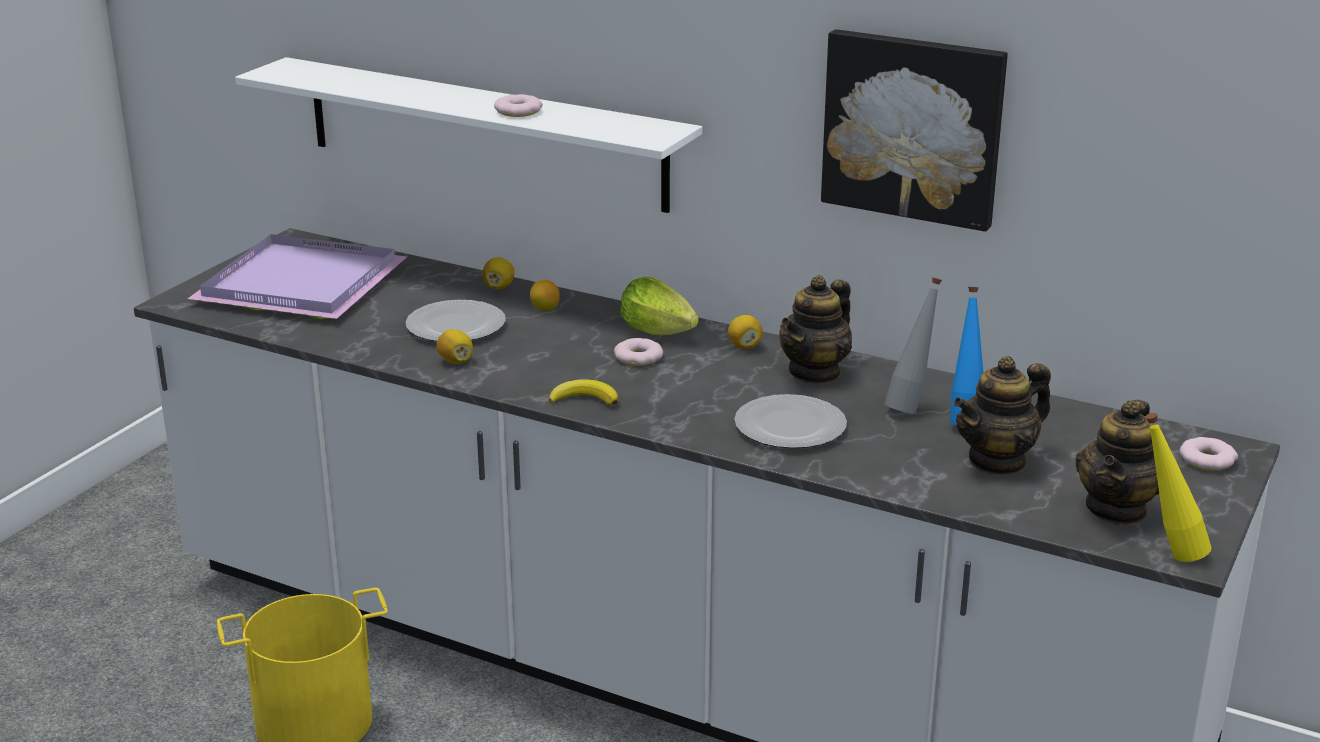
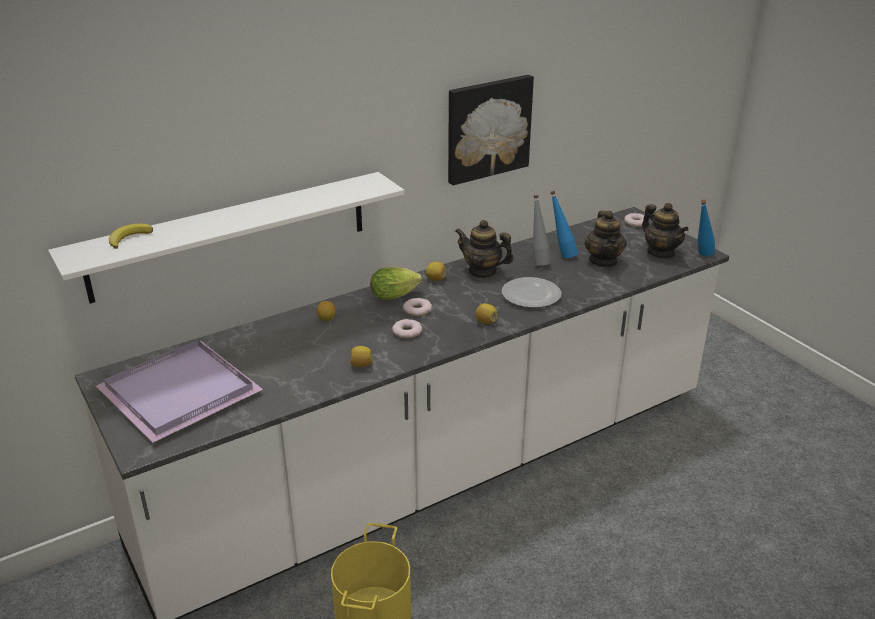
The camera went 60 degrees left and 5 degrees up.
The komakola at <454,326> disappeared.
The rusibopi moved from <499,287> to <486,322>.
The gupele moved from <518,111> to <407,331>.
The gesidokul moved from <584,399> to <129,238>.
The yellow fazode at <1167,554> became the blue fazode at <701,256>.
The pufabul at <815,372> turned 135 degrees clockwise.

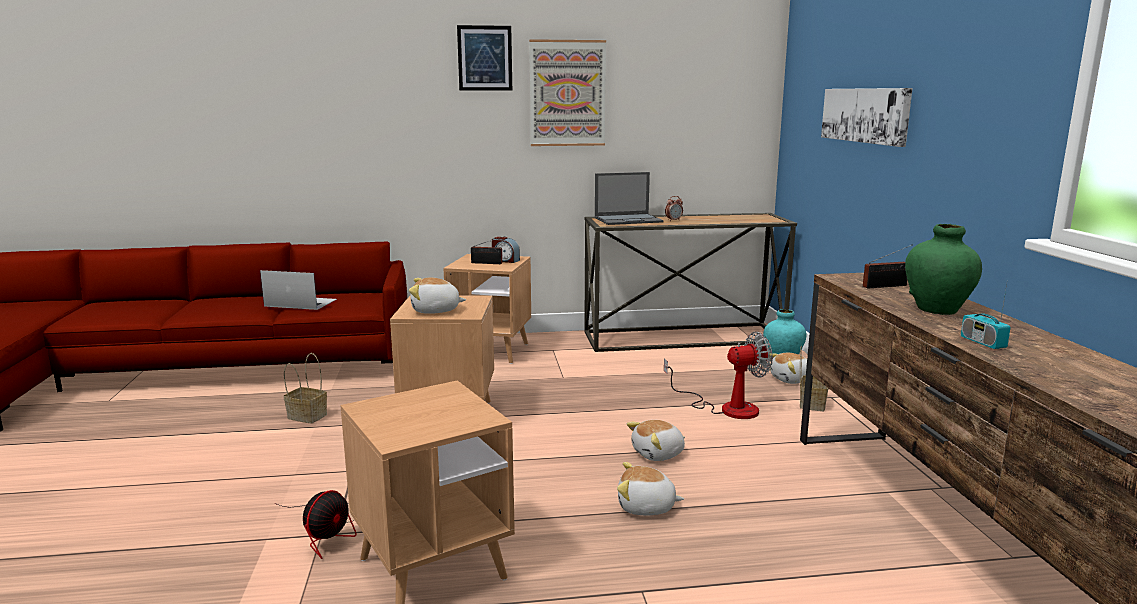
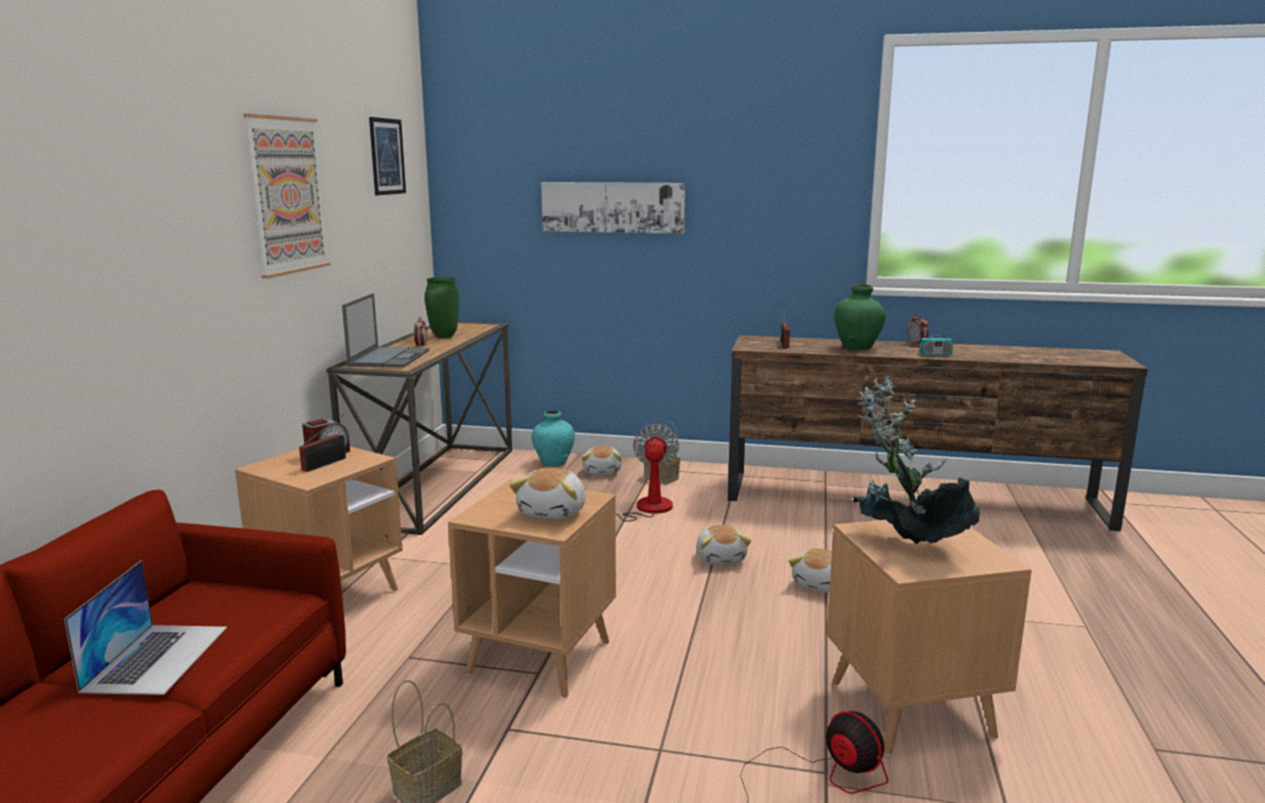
The camera went 70 degrees left and 0 degrees up.
The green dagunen at <443,336> appeared.
The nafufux at <903,546> appeared.
The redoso at <916,344> appeared.
The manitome moved from <485,58> to <387,156>.
The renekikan at <300,303> turned 150 degrees clockwise.

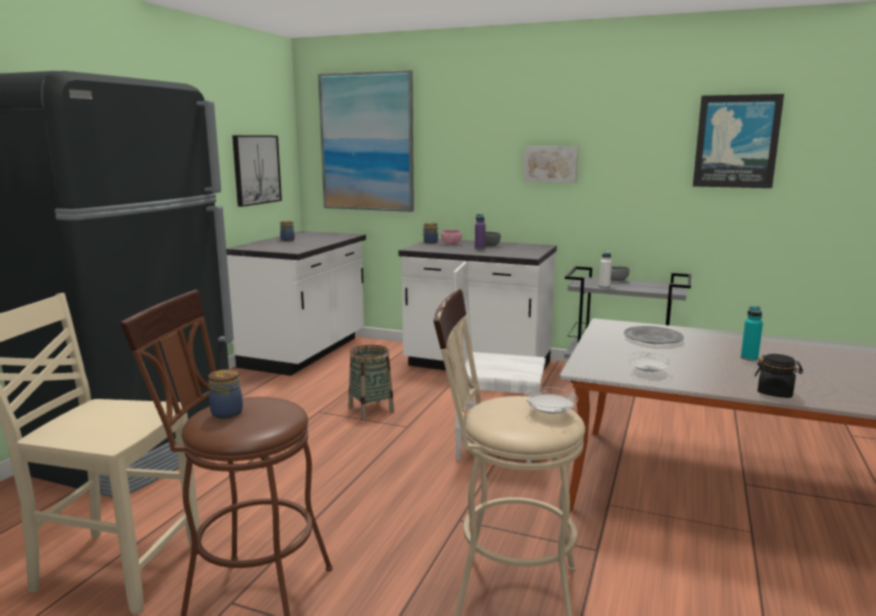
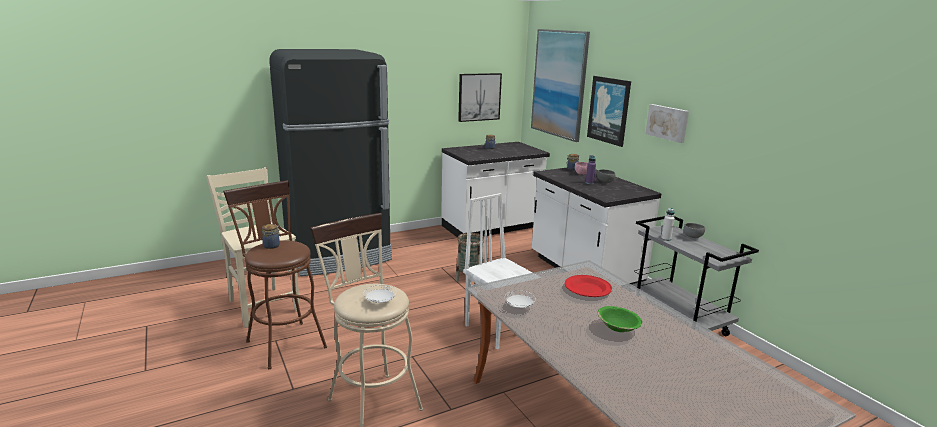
The camera went 40 degrees right and 5 degrees up.
The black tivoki at <775,393> disappeared.
The manitome moved from <736,141> to <609,110>.
The turquoise fazode at <749,358> was replaced by the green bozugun at <618,328>.
The grey komakola at <652,339> became the red komakola at <587,288>.

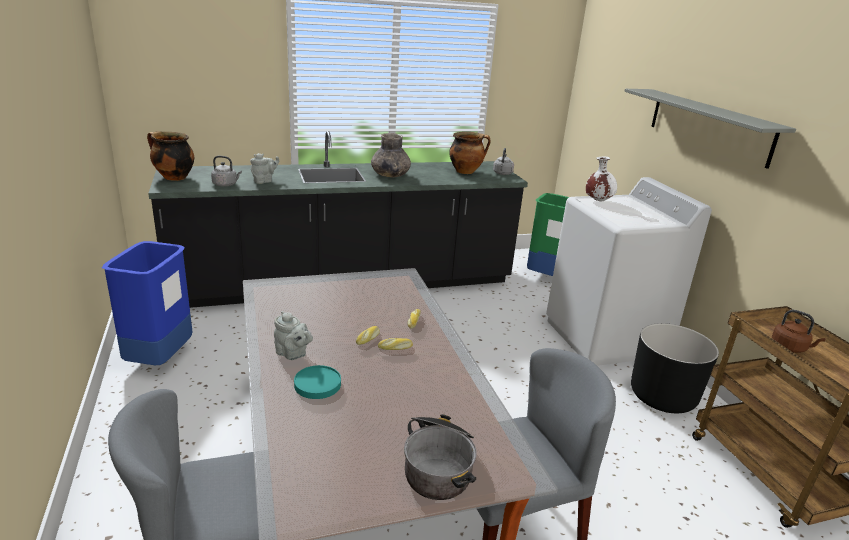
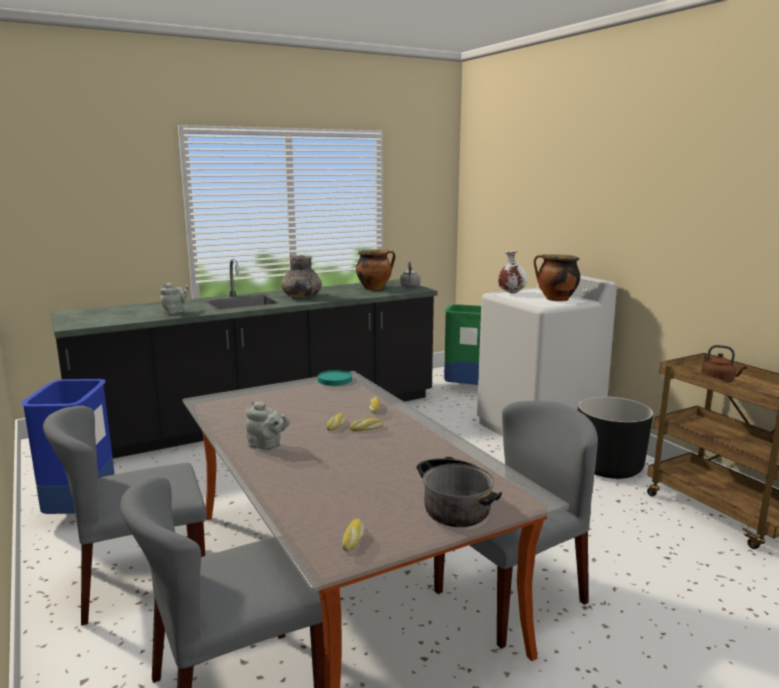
The camera went 10 degrees left and 10 degrees down.
The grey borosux at <226,185> disappeared.
The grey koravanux at <708,125> disappeared.
The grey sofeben at <141,581> appeared.
The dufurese at <354,539> appeared.
The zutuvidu moved from <173,178> to <555,299>.
The turquoise komakola moved from <318,384> to <335,380>.

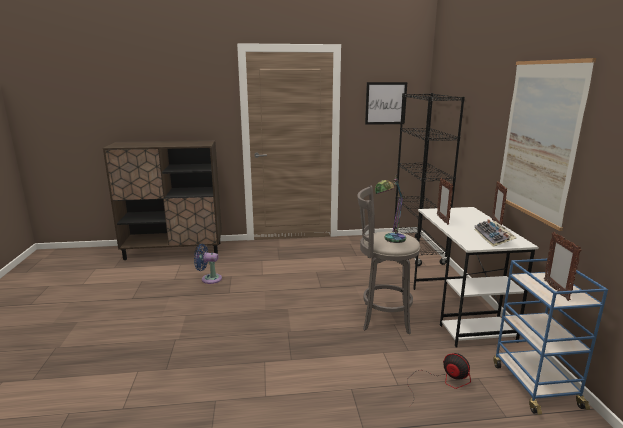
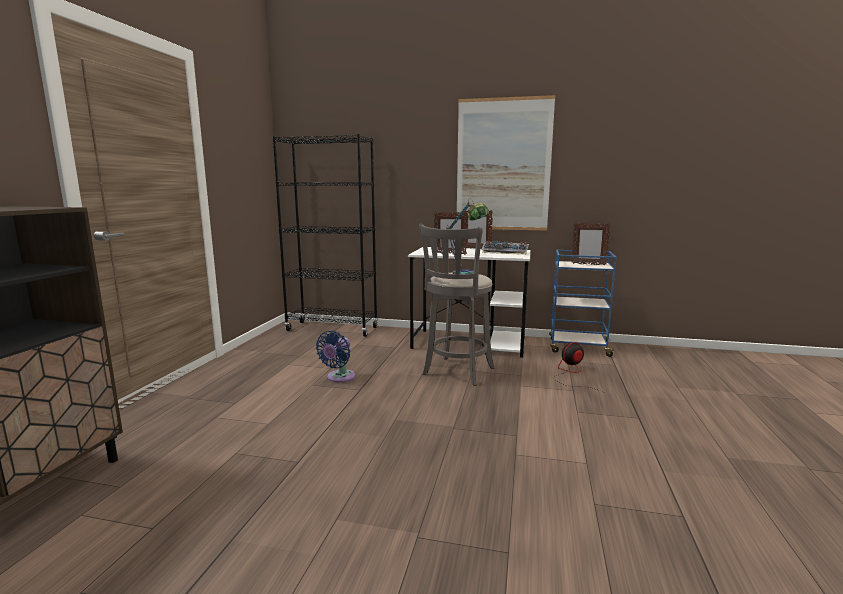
The camera went 70 degrees left and 5 degrees down.
The manitome at <385,103> disappeared.
The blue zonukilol moved from <209,279> to <339,378>.

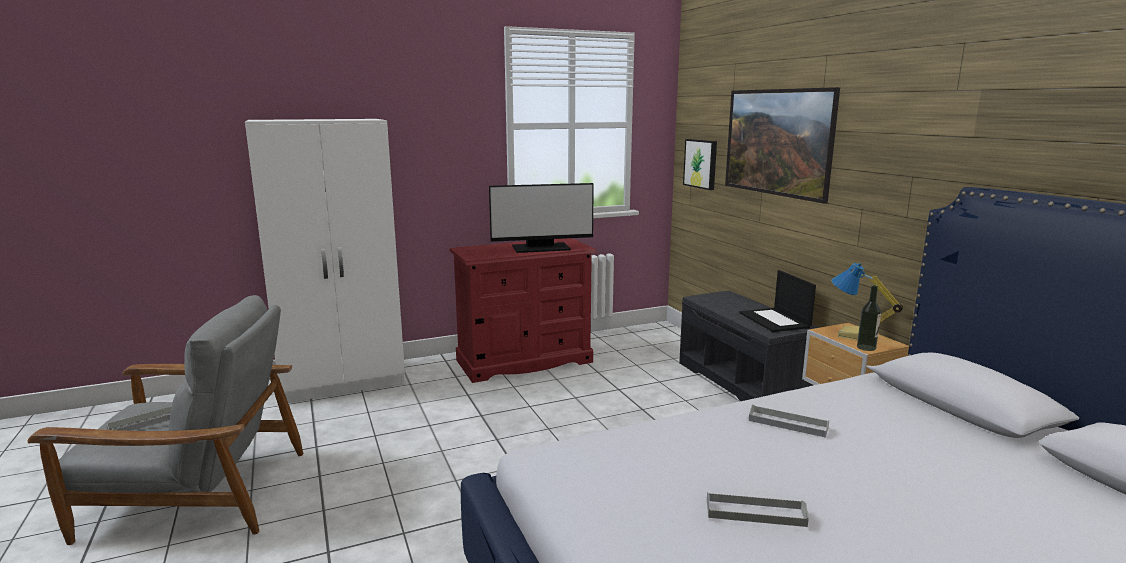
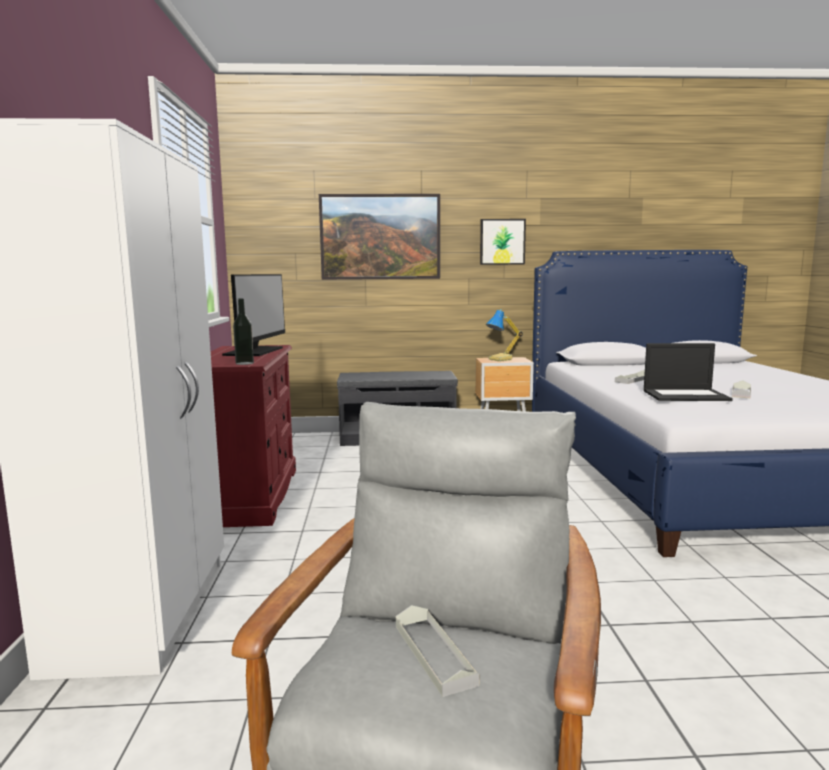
The camera went 70 degrees left and 5 degrees down.
The manitome moved from <701,163> to <502,242>.
The renekikan moved from <775,320> to <686,395>.
The fazode moved from <866,347> to <244,363>.

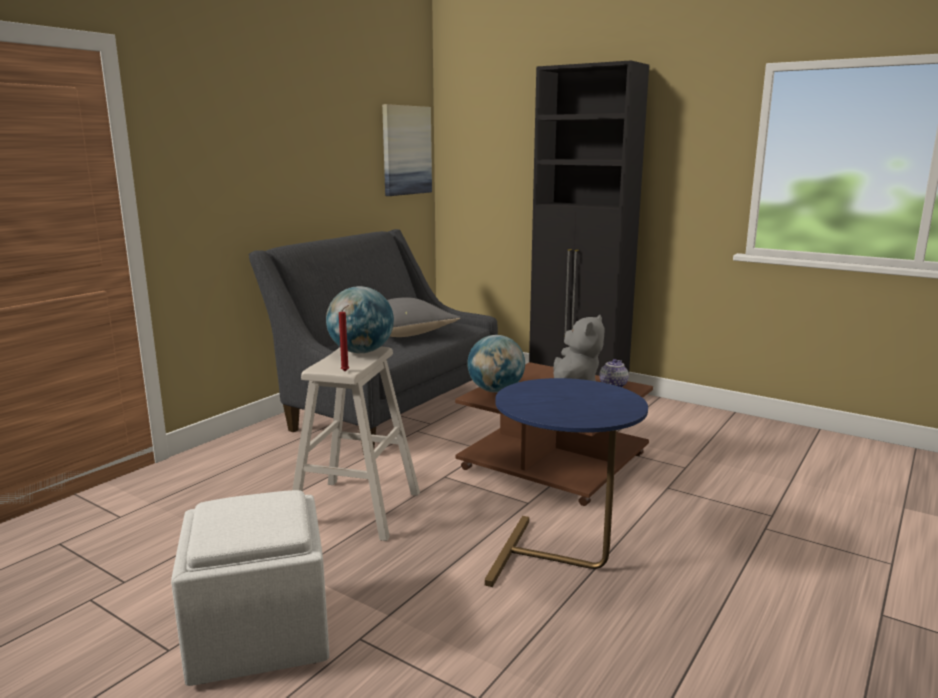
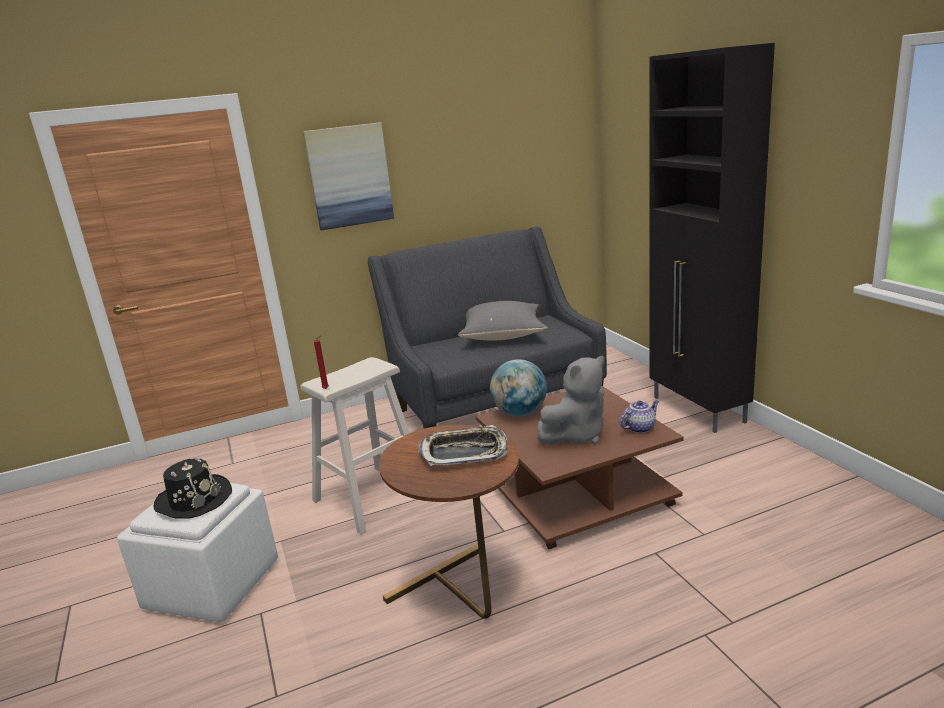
The camera went 35 degrees right and 5 degrees up.
The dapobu at <361,352> disappeared.
The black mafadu at <193,499> appeared.
The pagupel at <464,452> appeared.
The manitome moved from <406,150> to <349,176>.
The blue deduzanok at <561,562> became the brown deduzanok at <463,600>.

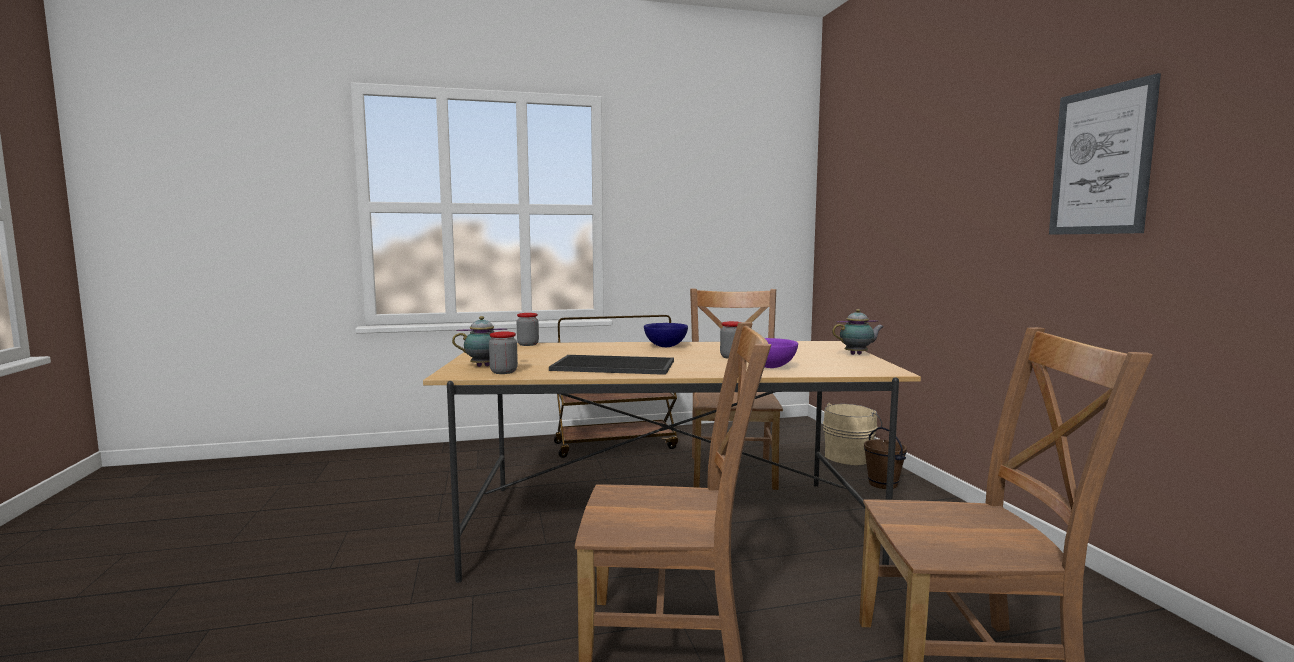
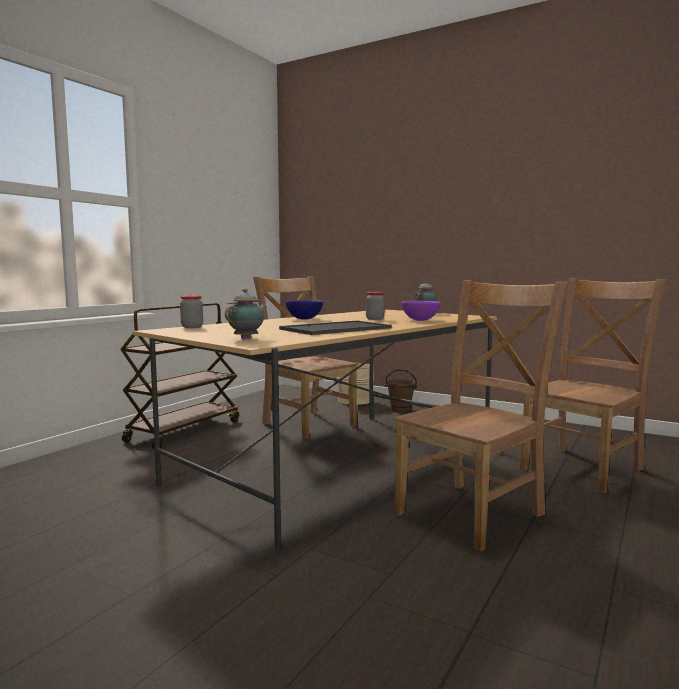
The camera went 45 degrees left and 0 degrees up.
The tivoki at <503,372> disappeared.
The manitome at <1101,161> disappeared.

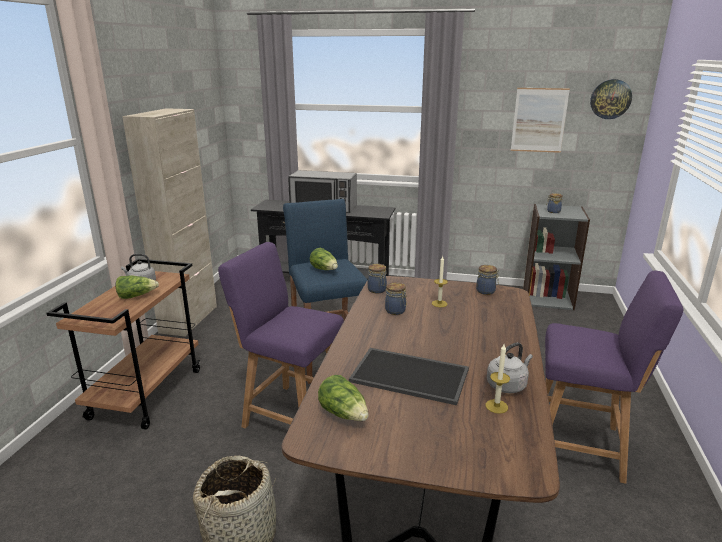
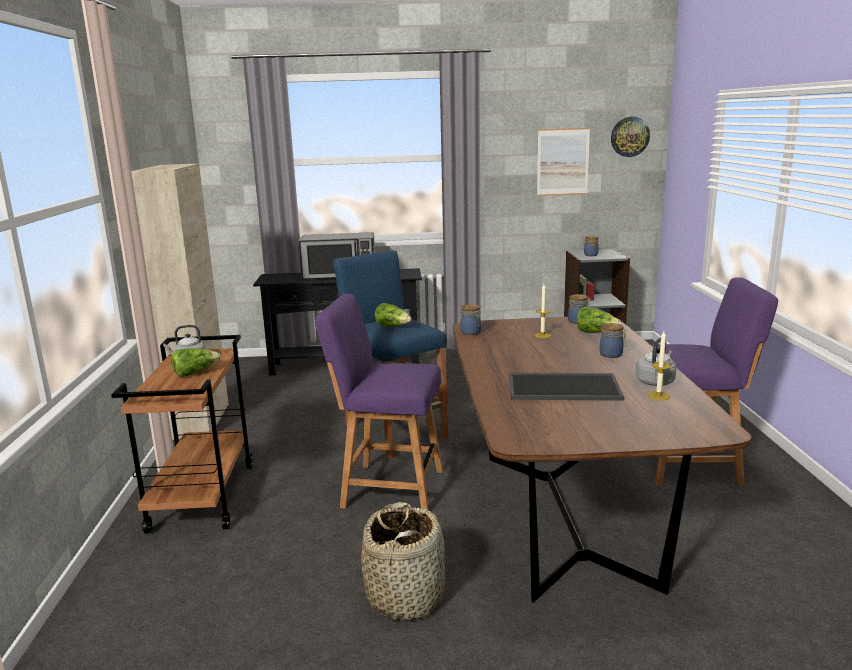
The camera went 15 degrees left and 5 degrees down.
The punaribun moved from <344,414> to <596,333>.
The tivoki moved from <396,311> to <612,355>.

